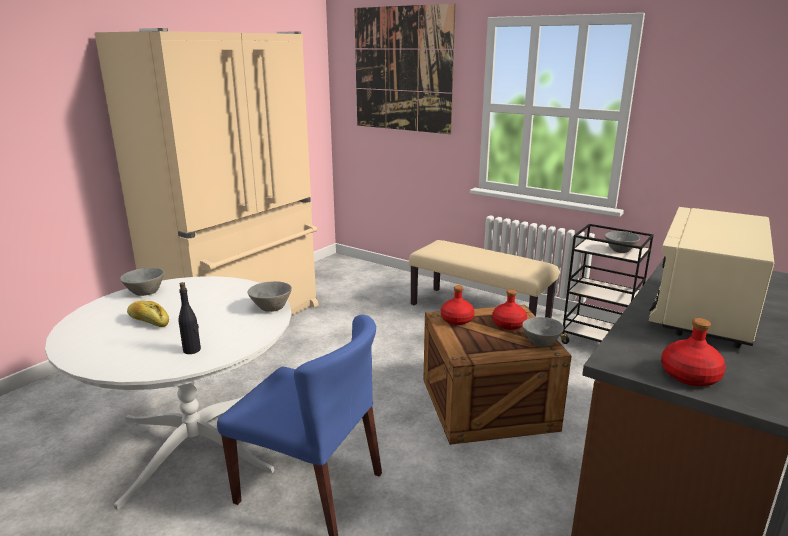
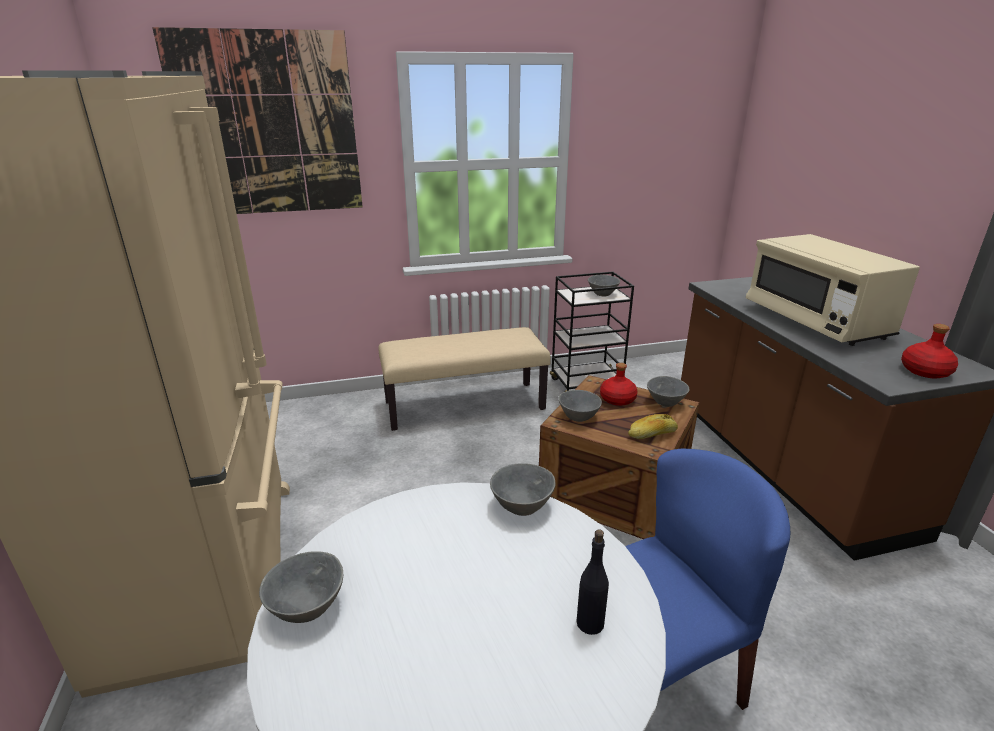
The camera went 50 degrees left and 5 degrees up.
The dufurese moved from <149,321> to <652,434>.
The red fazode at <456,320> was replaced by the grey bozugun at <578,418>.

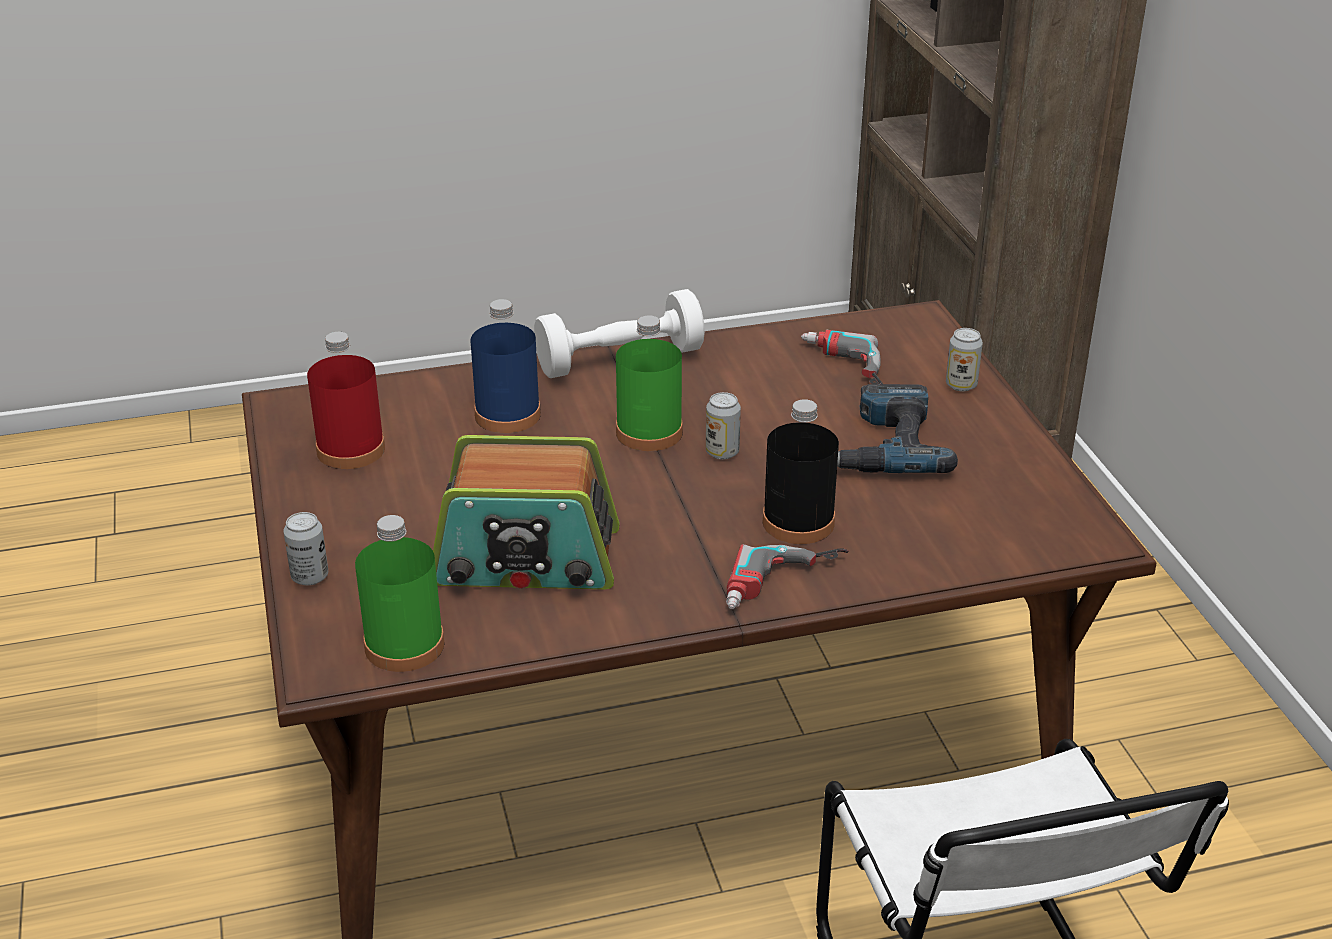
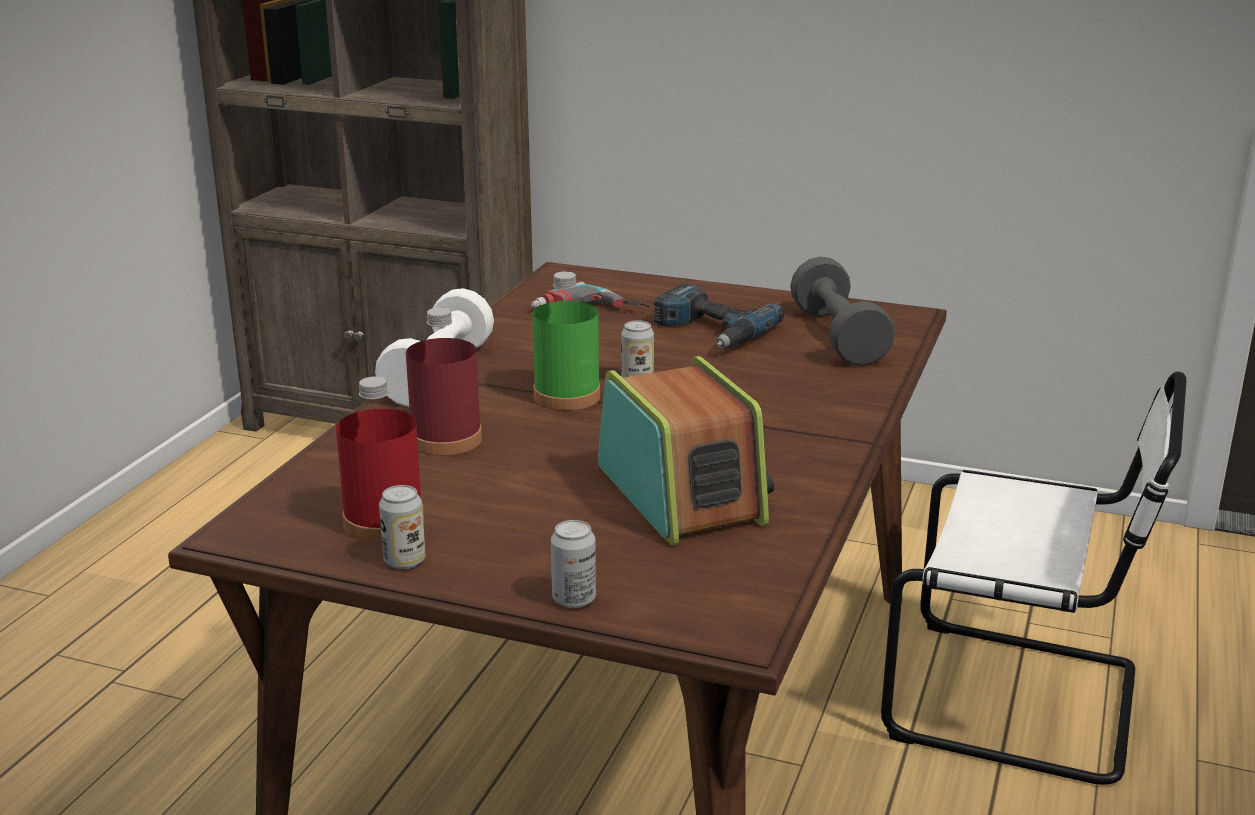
The camera went 55 degrees left and 10 degrees down.
The green fazode at <404,645> disappeared.
The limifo at <786,586> disappeared.
The black fazode at <798,522> disappeared.
The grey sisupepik at <838,337> appeared.
The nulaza moved from <961,385> to <404,561>.
The blue fazode at <507,415> became the red fazode at <446,439>.
The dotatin at <526,559> turned 60 degrees counterclockwise.

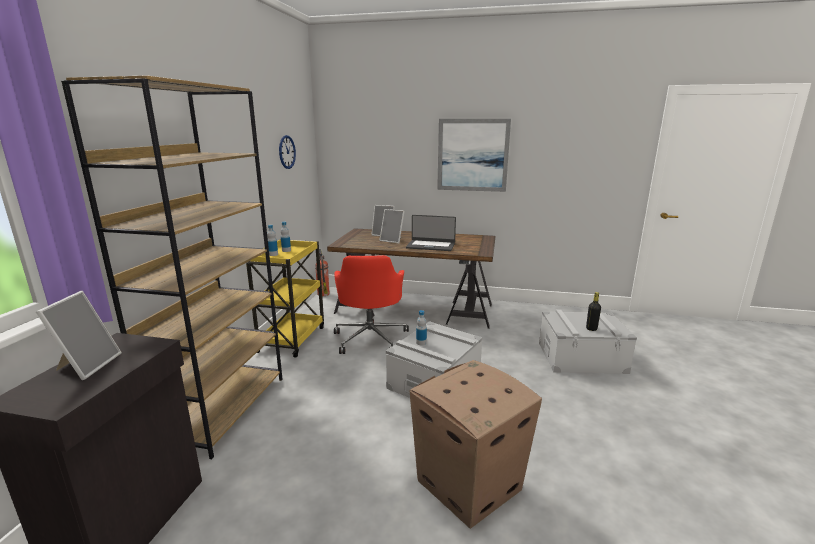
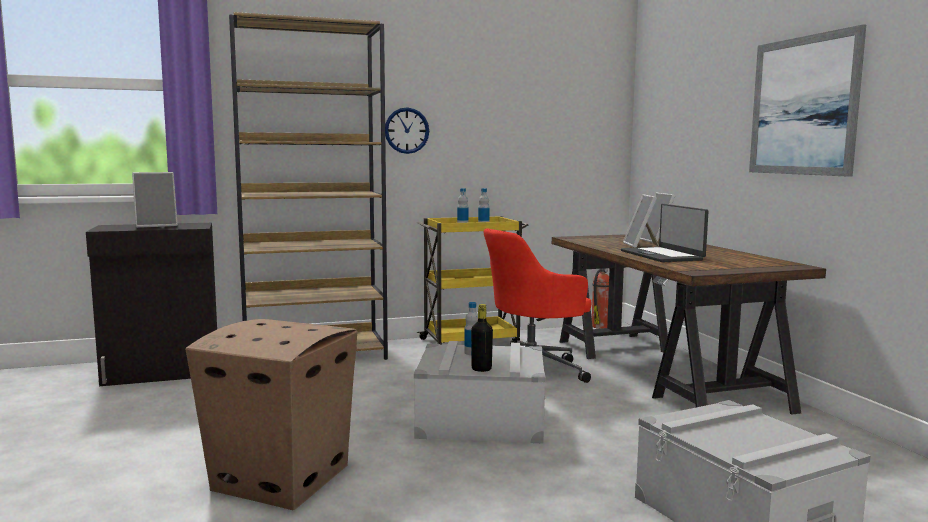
The camera went 60 degrees right and 10 degrees down.
The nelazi moved from <287,152> to <406,130>.
The black fazode moved from <591,328> to <481,369>.

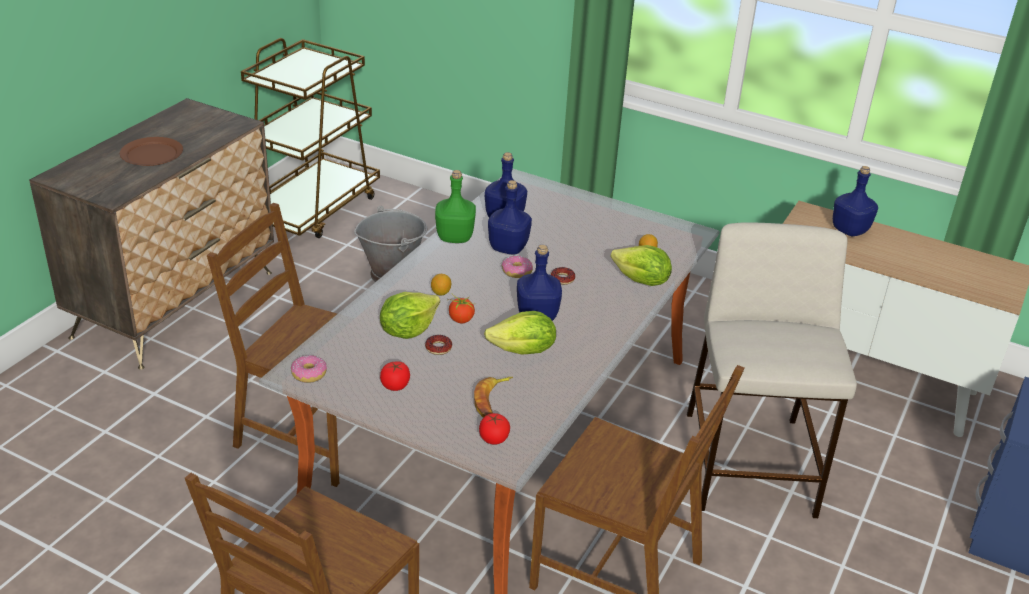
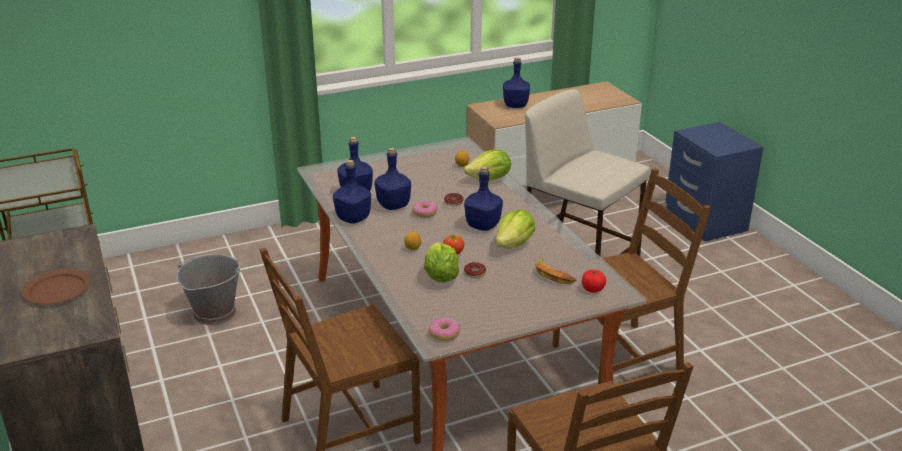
The camera went 50 degrees left and 5 degrees down.
The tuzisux at <395,385> disappeared.
The green fazode at <455,238> became the blue fazode at <354,218>.

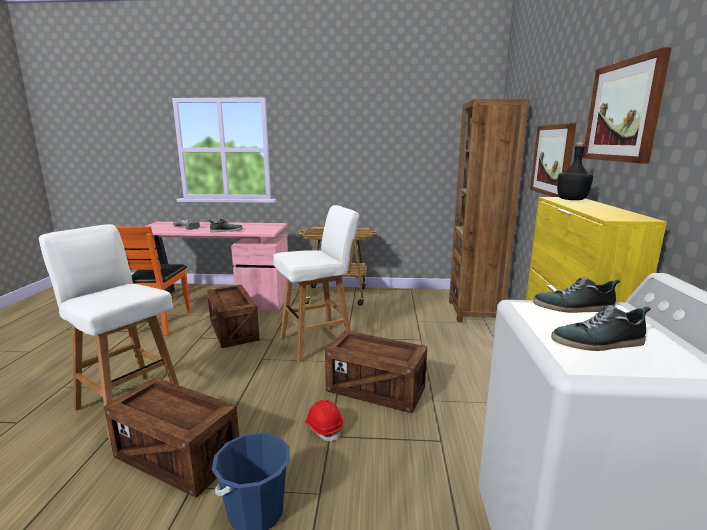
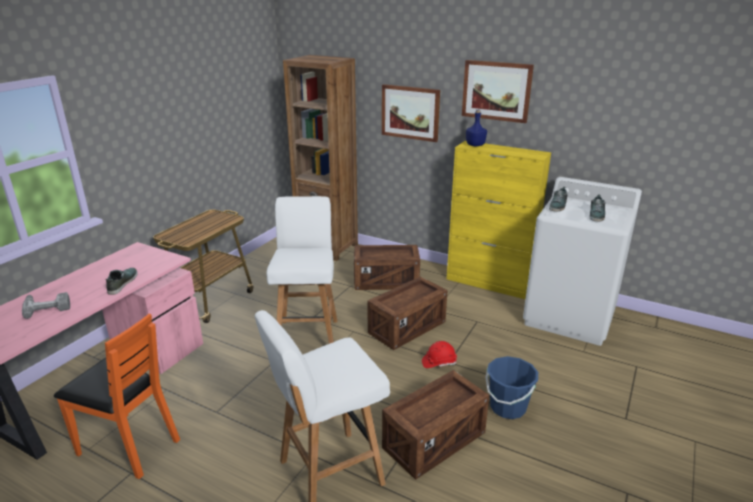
The camera went 65 degrees left and 10 degrees up.
The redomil moved from <234,330> to <386,281>.
The black fazode at <571,199> became the blue fazode at <475,145>.

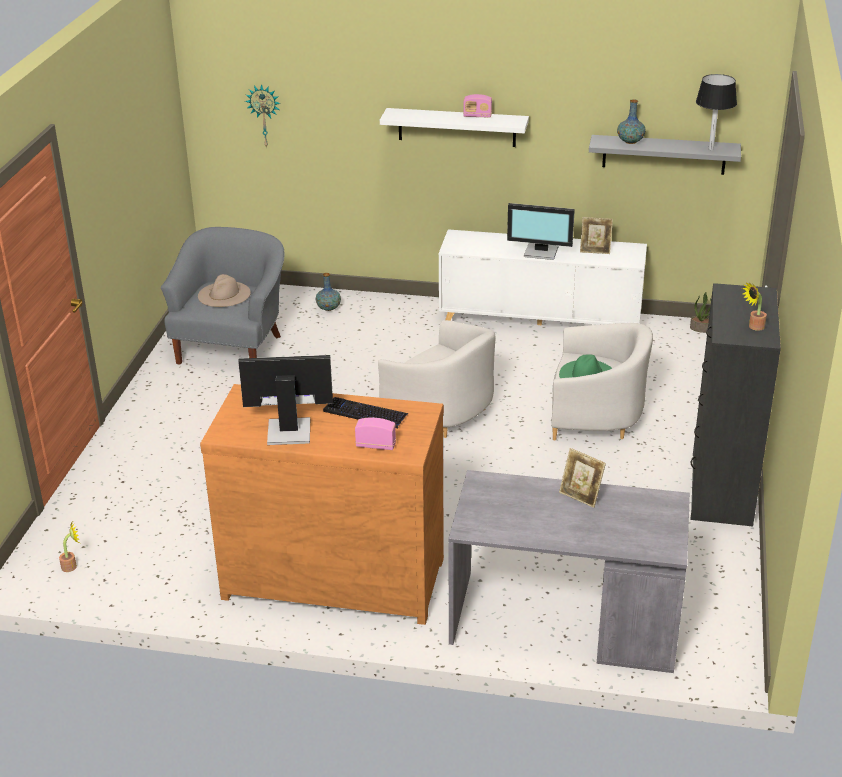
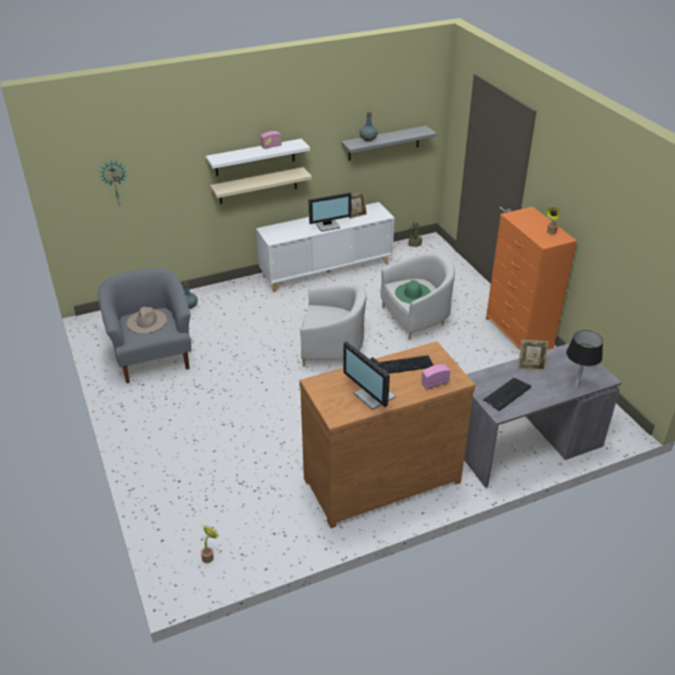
The camera went 35 degrees left and 5 degrees up.
The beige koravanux at <258,186> appeared.
The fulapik at <507,394> appeared.
The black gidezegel moved from <711,149> to <576,387>.
The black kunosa at <721,489> became the orange kunosa at <519,333>.
The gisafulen at <288,430> turned 90 degrees counterclockwise.

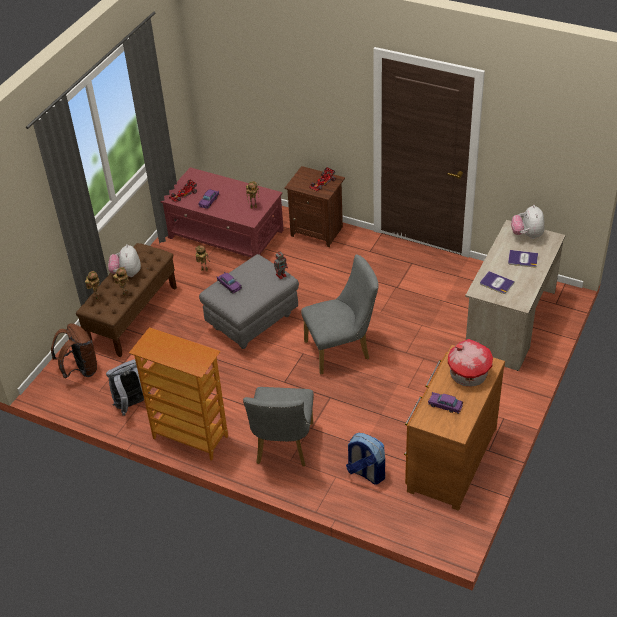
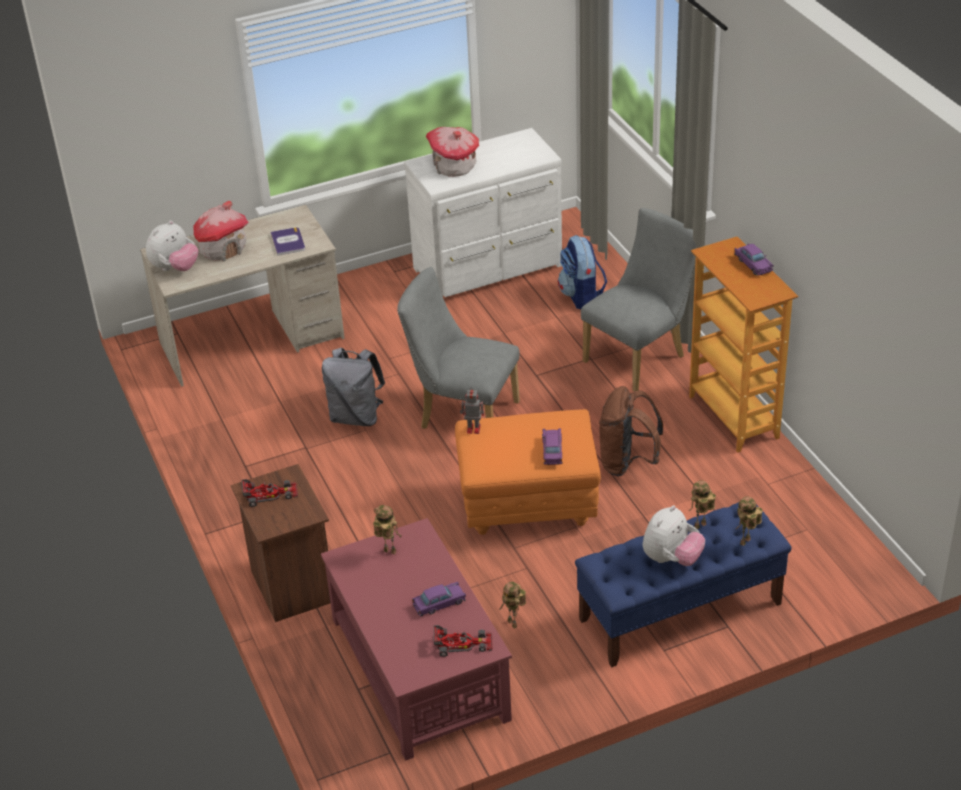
The camera went 140 degrees left and 5 degrees down.
The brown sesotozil moved from <80,370> to <627,463>.
The grey sesotozil moved from <133,405> to <356,417>.
The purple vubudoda moved from <445,405> to <753,264>.
The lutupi at <522,259> was replaced by the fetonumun at <223,249>.
The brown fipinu at <133,315> became the blue fipinu at <679,612>.
The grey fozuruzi at <252,322> became the orange fozuruzi at <527,507>.
The brown kunosa at <449,459> became the white kunosa at <490,268>.

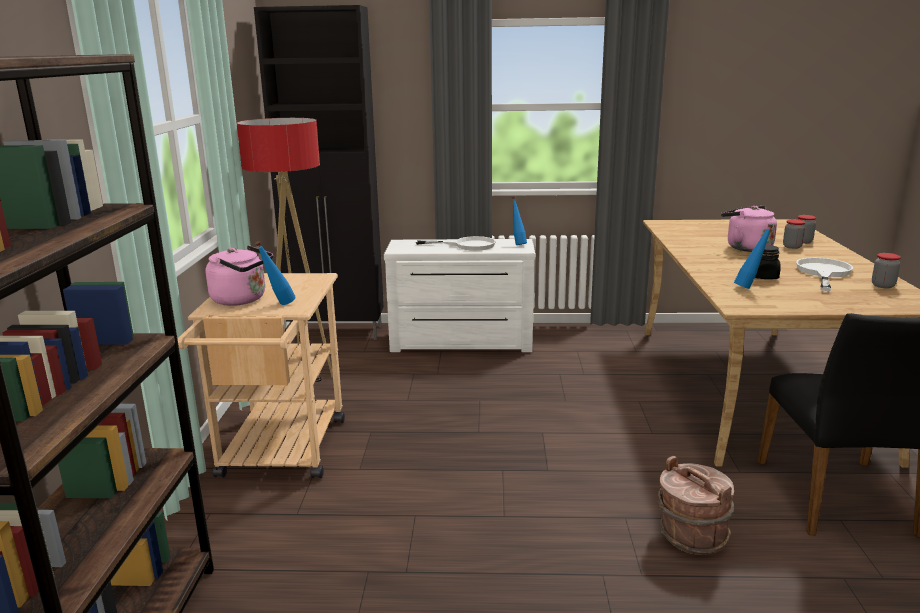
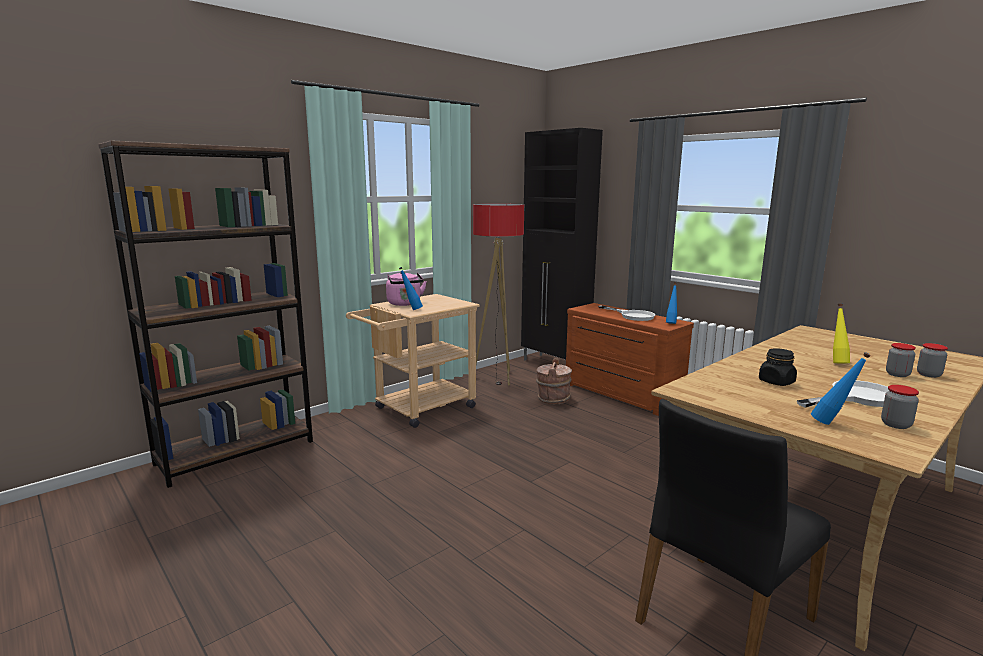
The camera went 45 degrees right and 5 degrees down.
The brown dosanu moved from <691,535> to <553,399>.
The blue fazode moved from <749,287> to <832,424>.
The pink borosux at <746,247> was replaced by the yellow fazode at <837,362>.
The white kunosa at <461,343> became the brown kunosa at <620,394>.

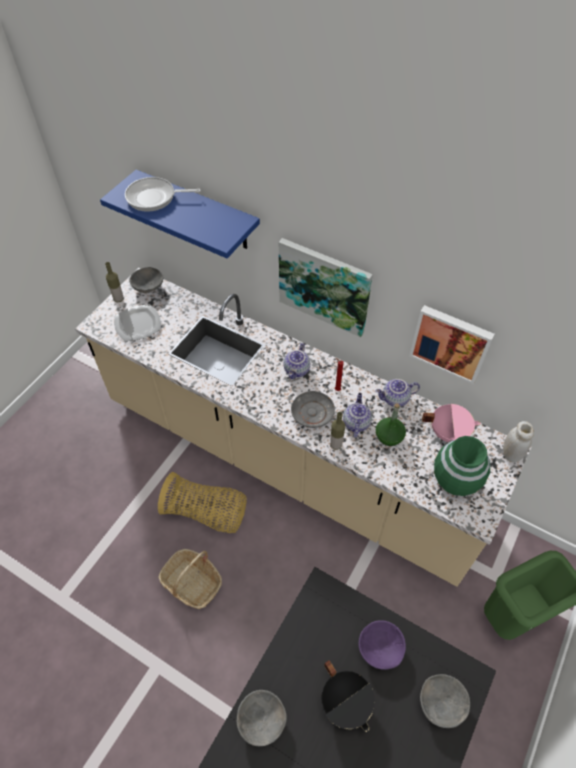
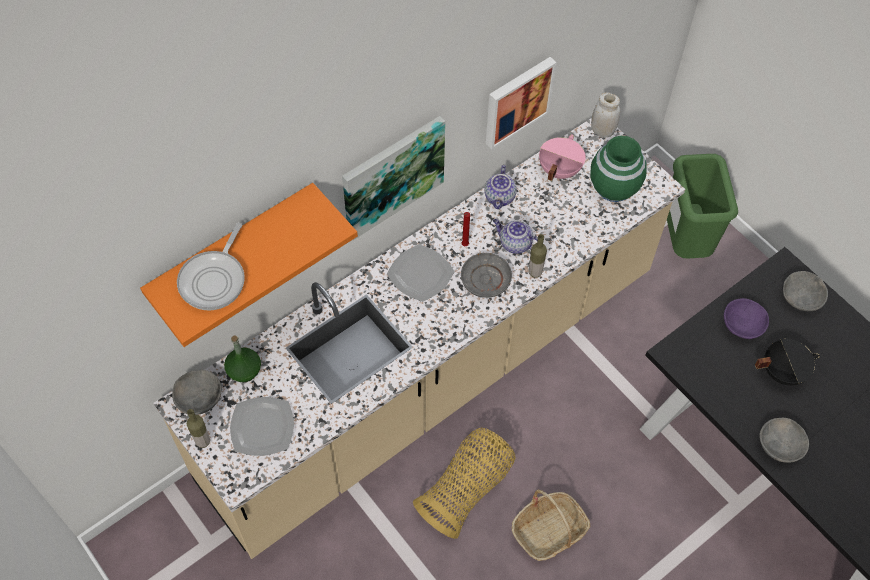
The camera went 70 degrees left and 5 degrees up.
The green fazode moved from <389,436> to <244,370>.
The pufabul at <297,370> was replaced by the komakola at <420,273>.
The blue koravanux at <198,211> became the orange koravanux at <233,250>.

